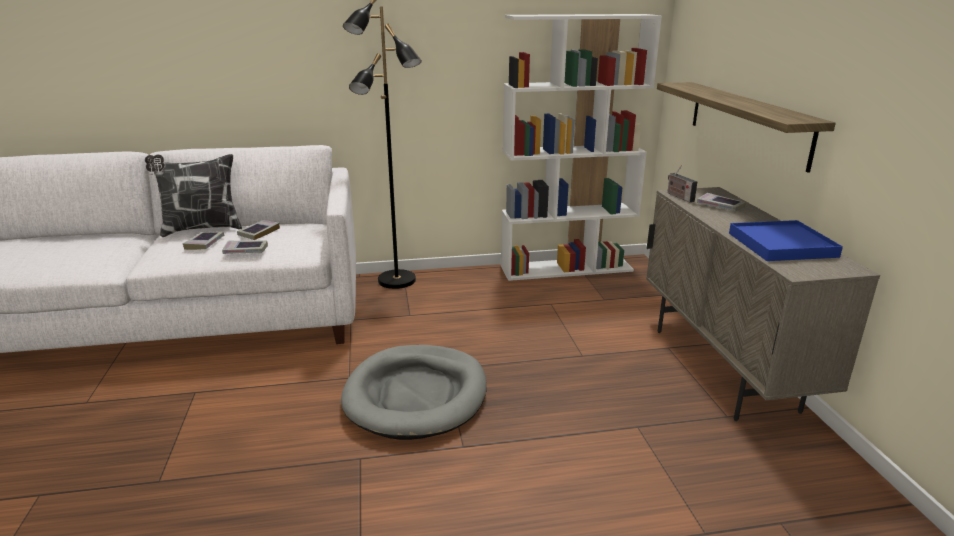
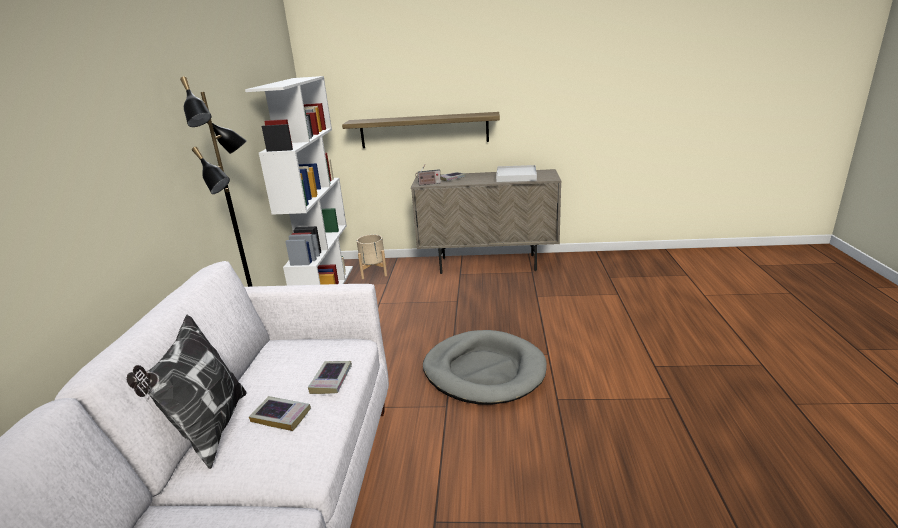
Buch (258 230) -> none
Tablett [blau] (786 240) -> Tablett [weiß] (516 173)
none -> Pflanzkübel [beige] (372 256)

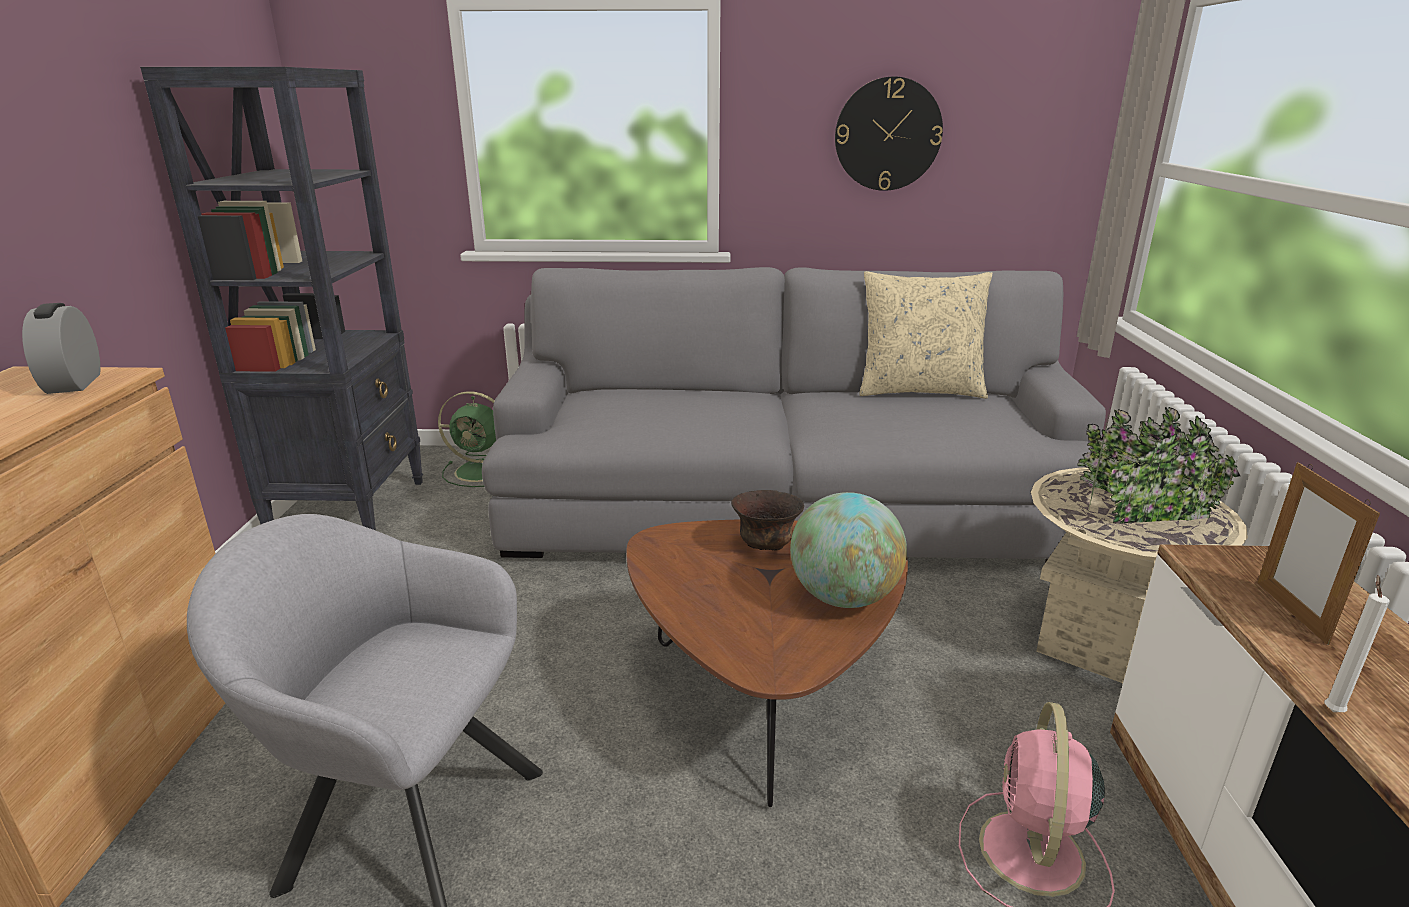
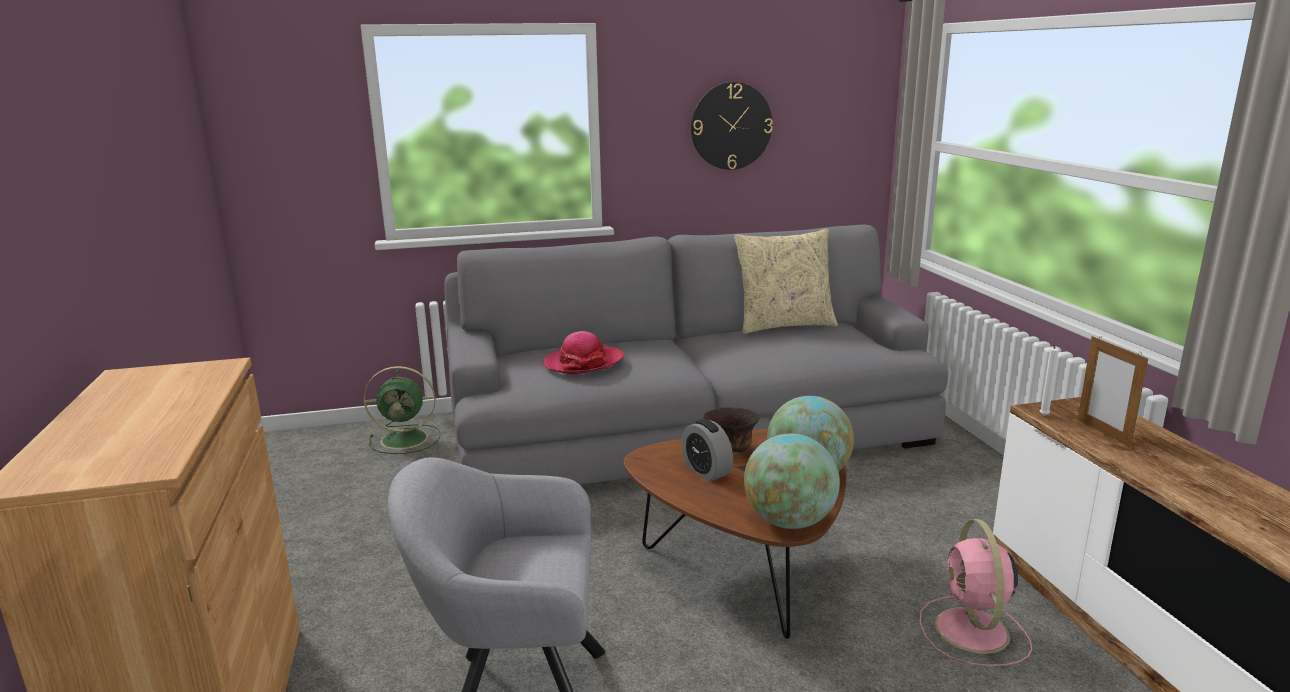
Bücherregal [schwarz] (281 298) -> none
Wecker (61 348) -> Wecker (707 450), move
Pflanzkübel [beige] (1139 545) -> none
Kerze [weiß] (1357 643) -> Kerze [weiß] (1049 377), move
none -> Hut (583 352)
none -> Globus (792 481)

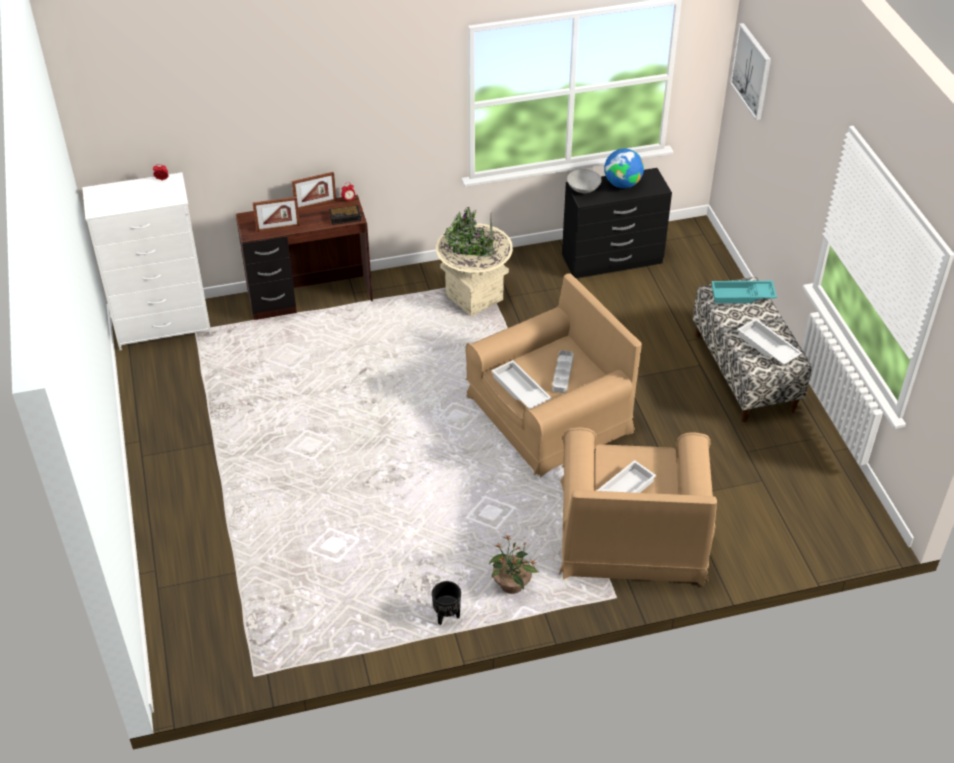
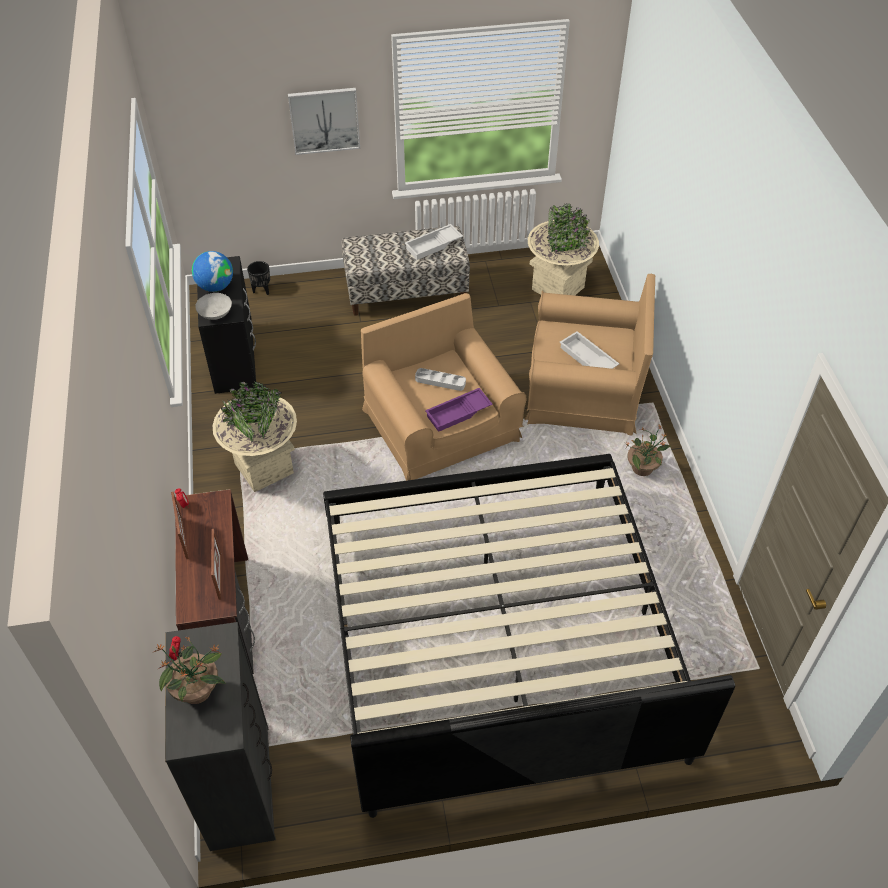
Bild (750 71) -> Bild (324 121), move
Kommode [weiß] (146 261) -> Kommode [schwarz] (220 736)
Wecker (345 215) -> none
Tablett [türkis] (744 292) -> none
Tablett [weiß] (521 384) -> Tablett [lila] (459 410)
Pflanzkübel [schwarz] (446 603) -> Pflanzkübel [schwarz] (258 278), move
none -> Pflanzkübel [beige] (563 249)
none -> Bett (529 636)
none -> Topfpflanze (190 670)

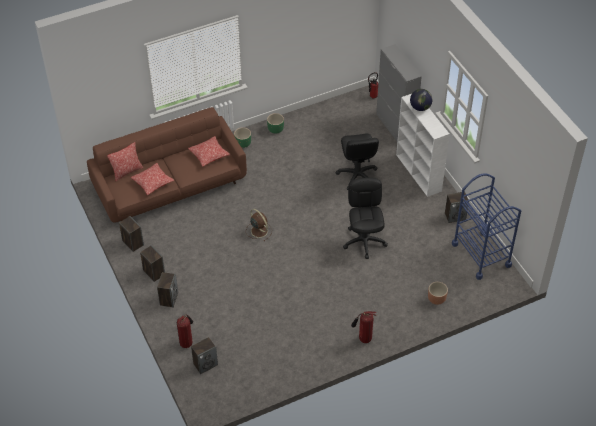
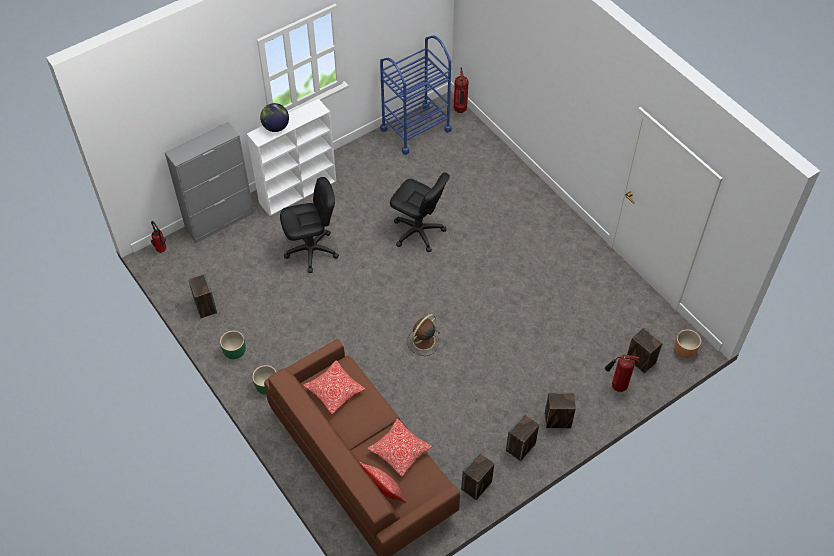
Bürostuhl [schwarz] (365 218) -> Bürostuhl [schwarz] (420 212), 135 degrees counterclockwise
Lautsprecher (456 207) -> Lautsprecher (202 296), move
Pflanzkübel [braun] (438 293) -> Pflanzkübel [braun] (687 343), move
Feuerlöscher (363 327) -> Feuerlöscher (461 90), move

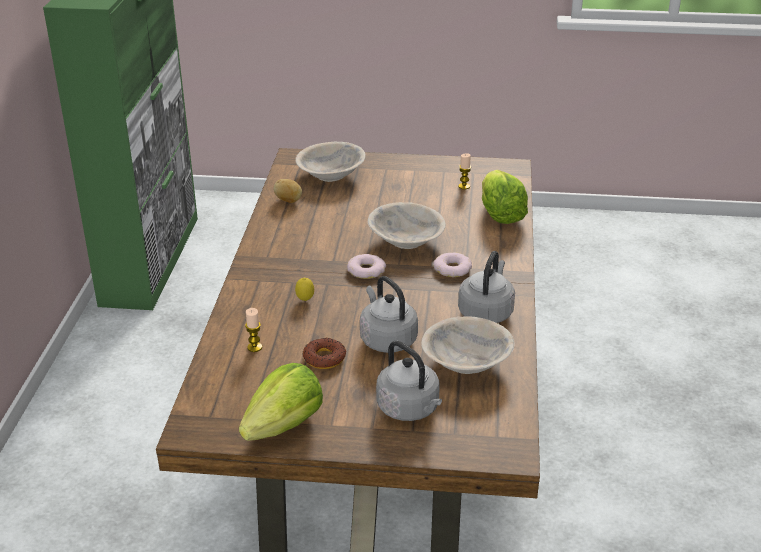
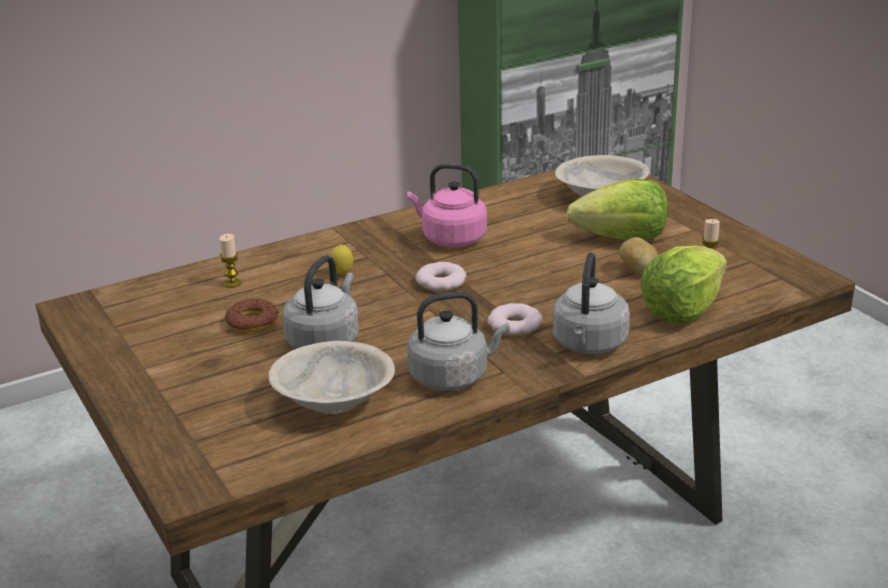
Kartoffel (288 191) -> Kartoffel (638 256), move
Schüssel [beige] (407 225) -> none
Wasserkessel [grau] (409 381) -> Wasserkessel [grau] (591 303), move
Salatkopf (281 402) -> Salatkopf (617 209), move
none -> Wasserkessel [rosa] (447 205)

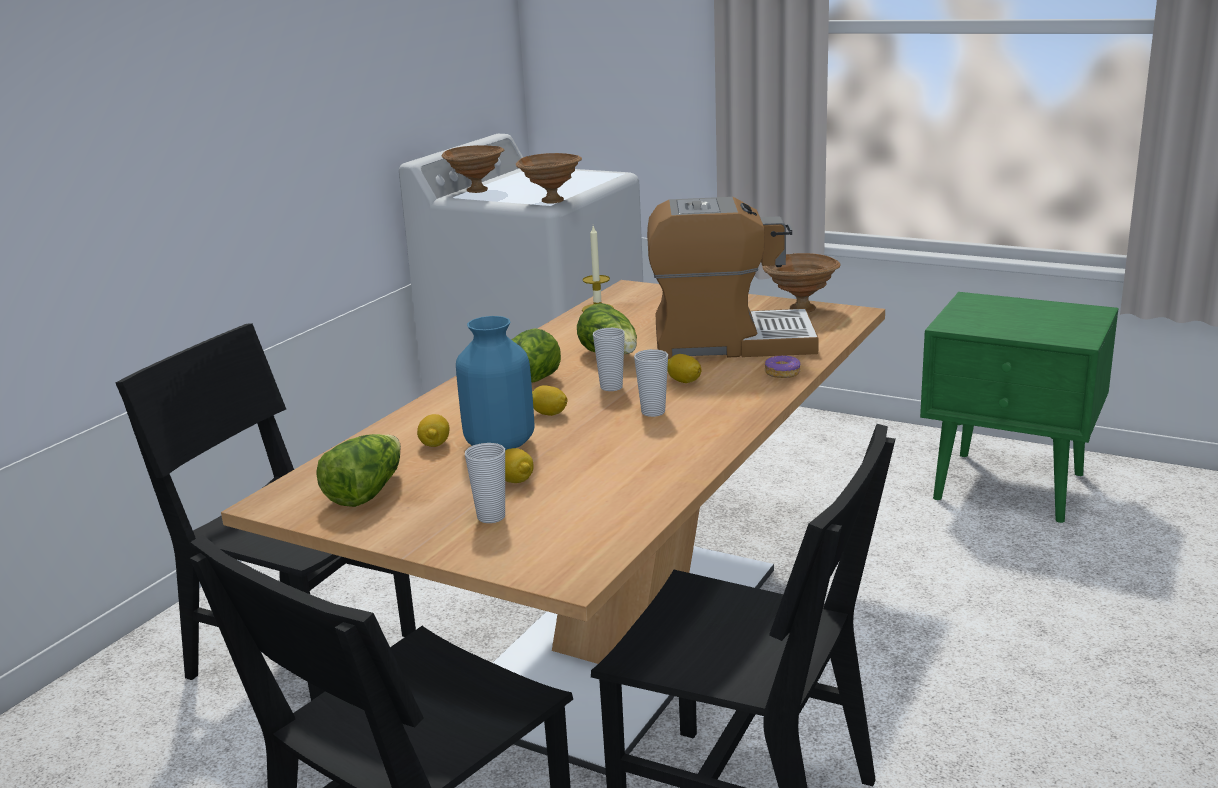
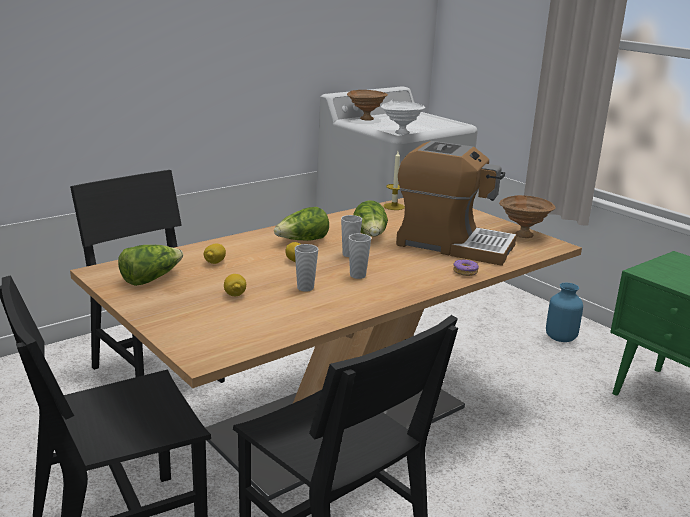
Schüssel [braun] (549 178) -> Schüssel [weiß] (403 118)
Vase [blau] (495 383) -> Vase [blau] (564 312), move
Zitrone (684 368) -> none
Tasse (485 483) -> Tasse (306 267), move

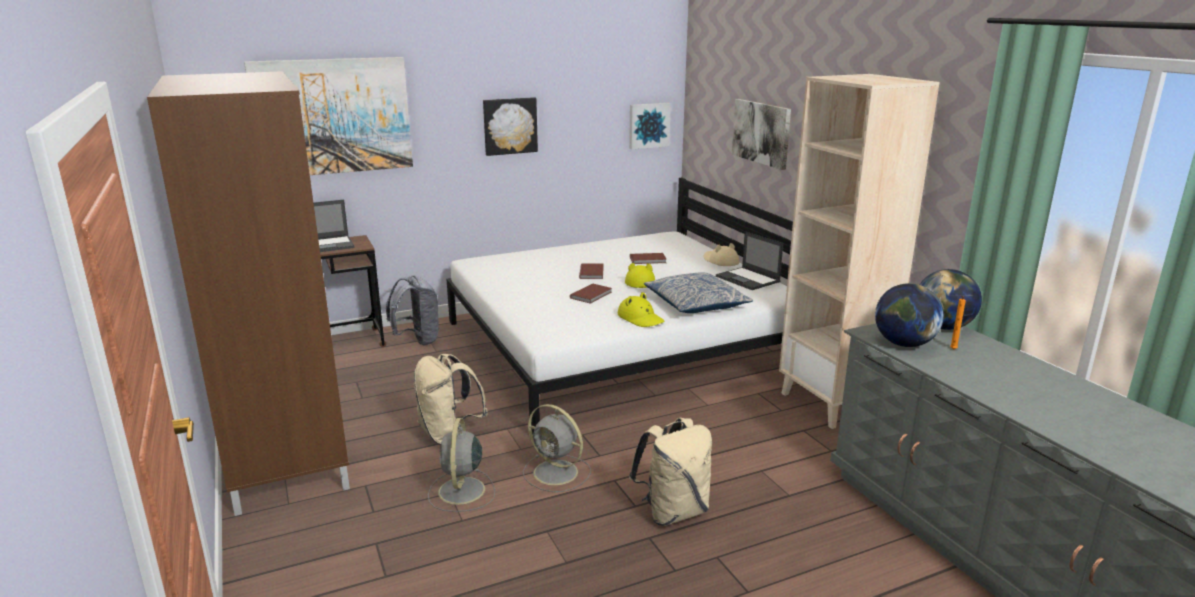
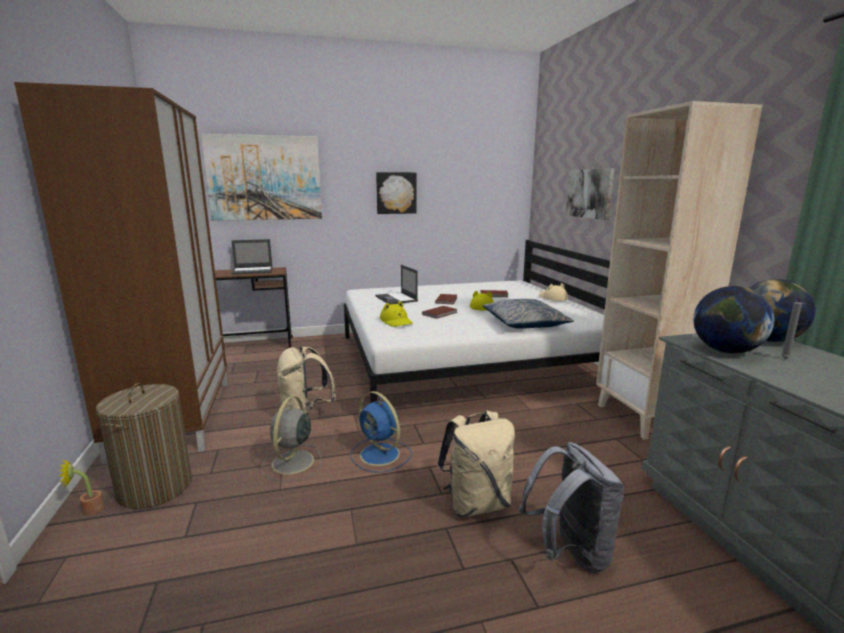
Bild (650 126) -> none
Laptop (749 260) -> Laptop (397 285), move
Rucksack [grau] (413 310) -> Rucksack [grau] (572 507), move
Hut [gelb] (641 309) -> Hut [gelb] (396 314), move
Kerze [orange] (958 323) -> Kerze [grau] (791 328)
Ventilator [grau] (557 448) -> Ventilator [blau] (381 432)
none -> Wäschekorb (144 446)
none -> Topfpflanze (81 487)

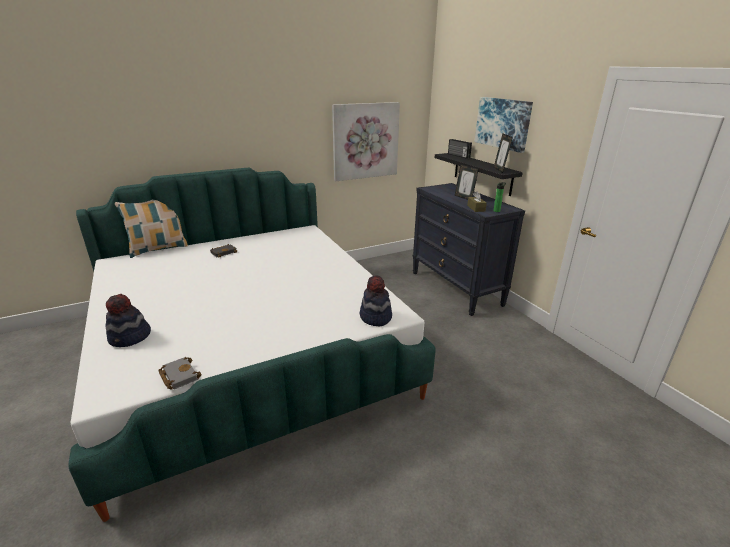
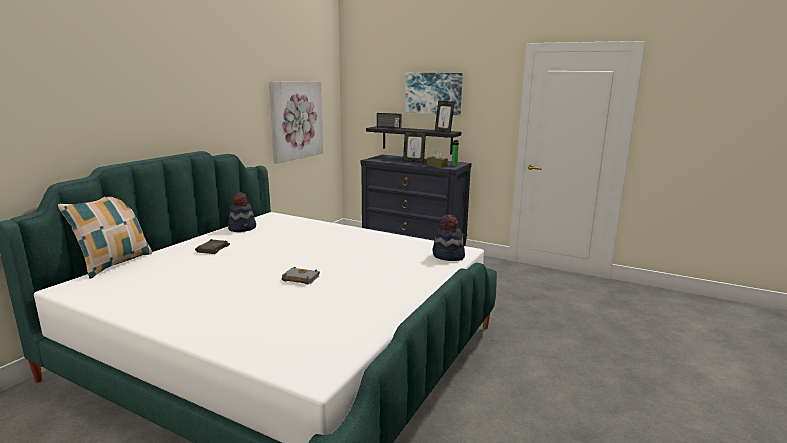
Hut (128 320) -> Hut (242 212), move
Buch [grau] (180 373) -> Buch [grau] (301 276), move

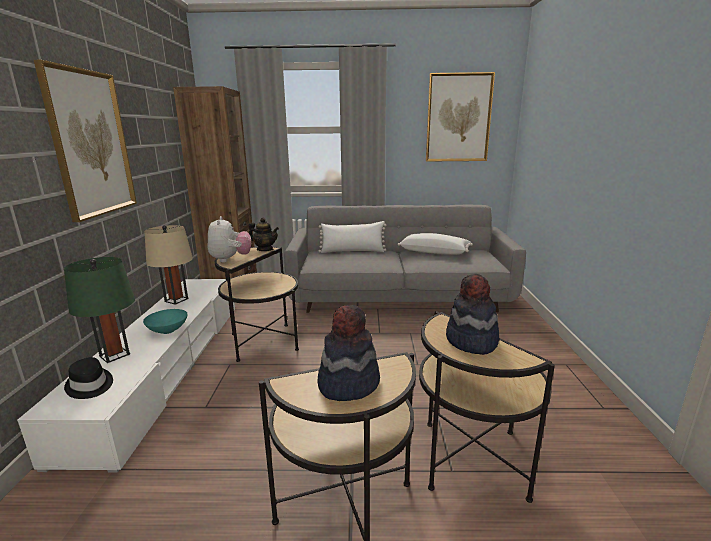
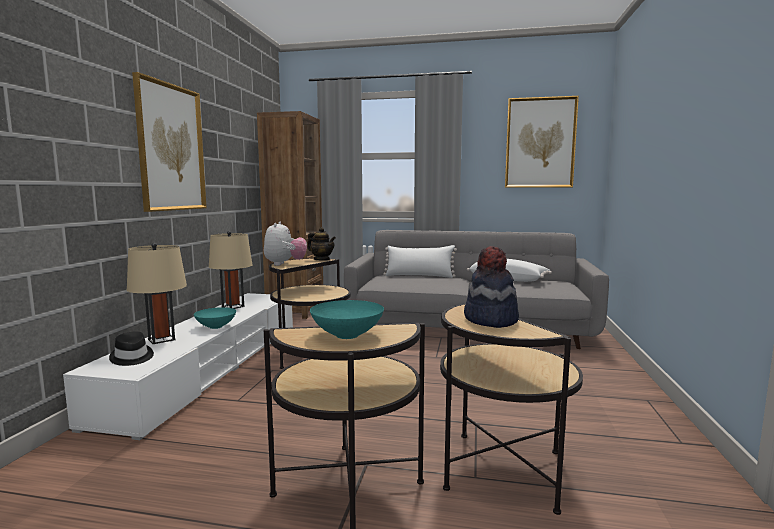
Tischlampe [grün] (99 310) -> Tischlampe [beige] (157 293)
Hut (348 353) -> Schüssel [türkis] (347 319)

